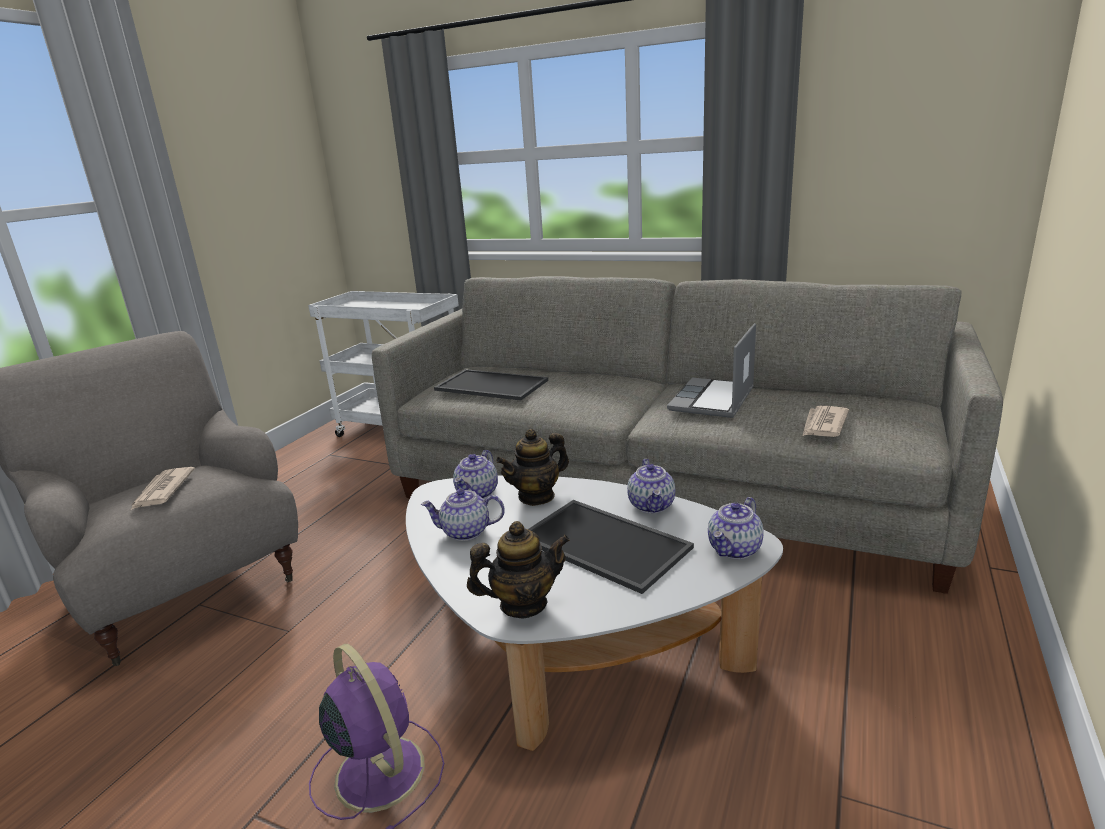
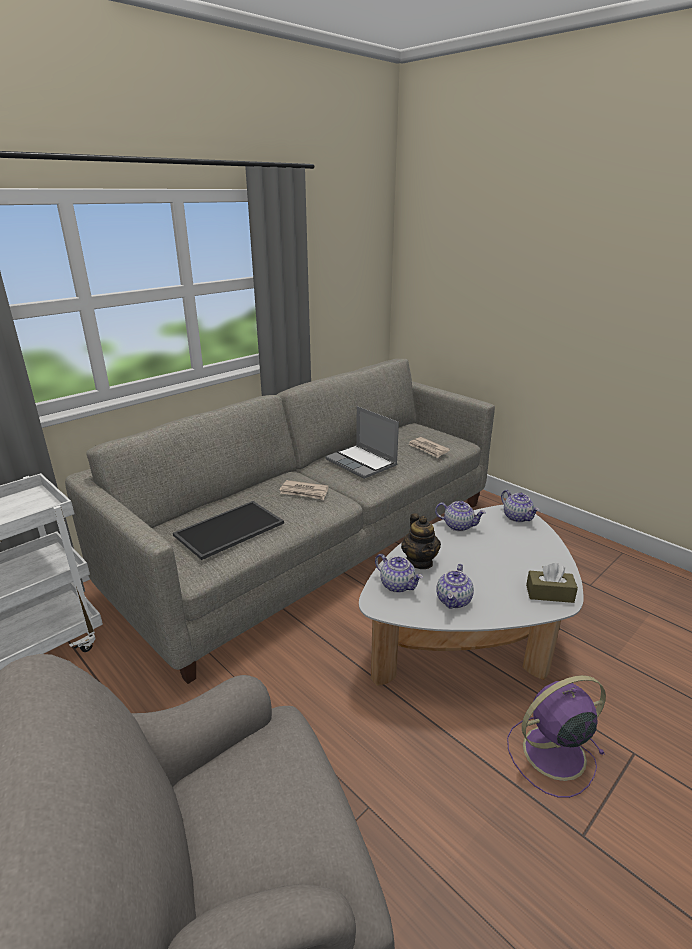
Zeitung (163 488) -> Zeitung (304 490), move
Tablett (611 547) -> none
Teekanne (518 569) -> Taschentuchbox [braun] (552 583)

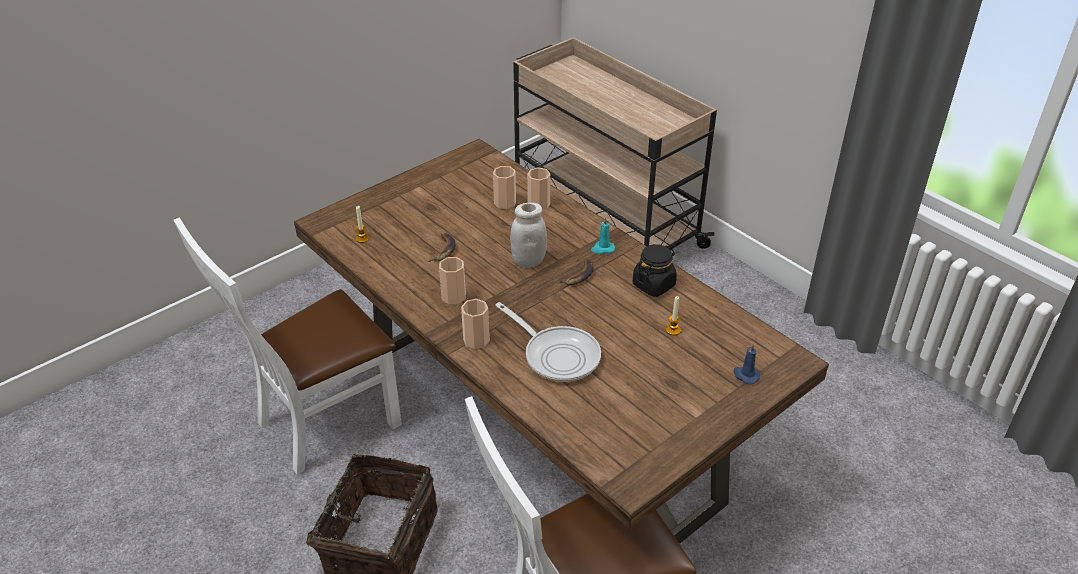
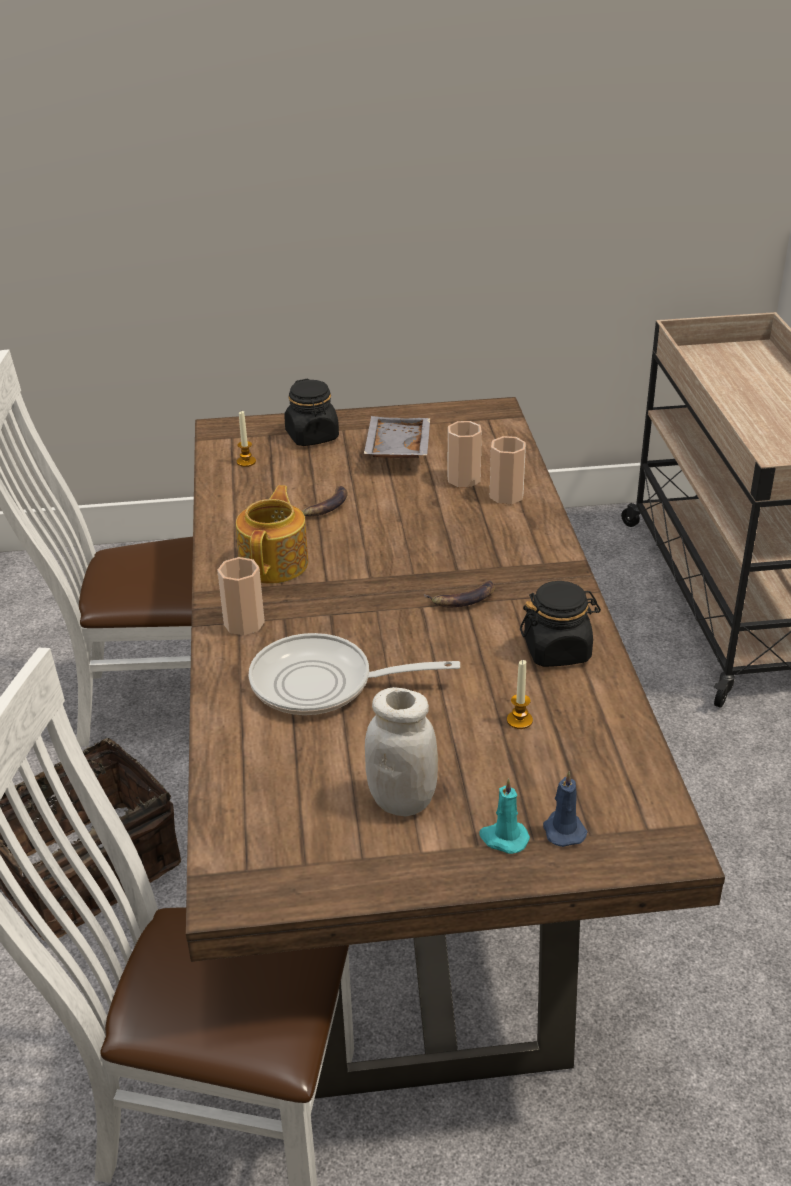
Vorratsglas [weiß] (528 235) -> Vorratsglas [weiß] (401 751), move
Kerze [türkis] (603 235) -> Kerze [türkis] (504 816), move
Tasse (452 280) -> Teekanne (272 534)
Pfanne (548 342) -> Pfanne (354 674), 105 degrees clockwise
none -> Vorratsglas [schwarz] (311 412)
none -> Tablett [grau] (397 437)

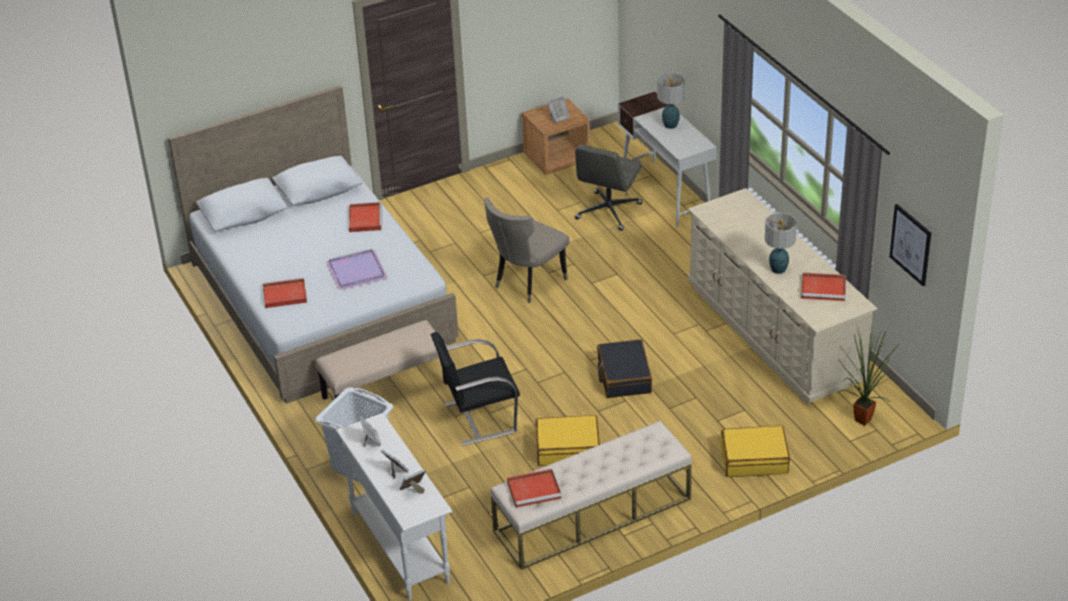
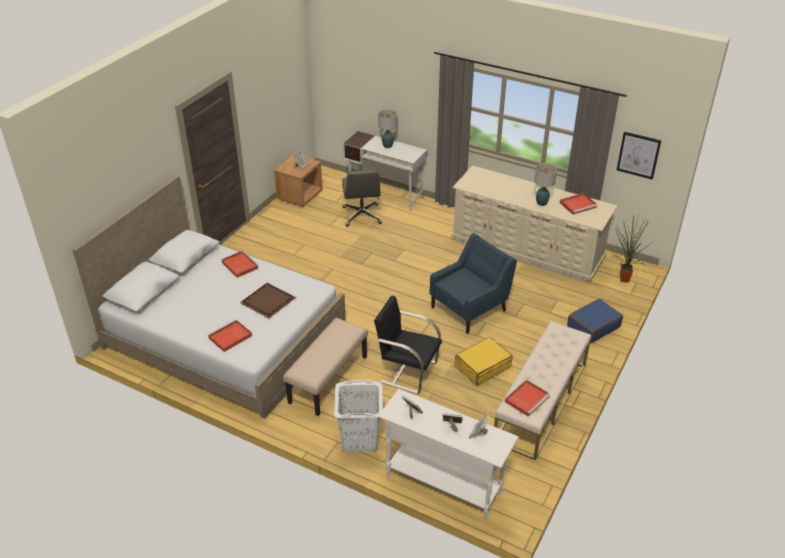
Stuhl [beige] (526 250) -> none
Tablett [lila] (357 269) -> Tablett [braun] (268 300)
Stuhl [schwarz] (475 389) -> Stuhl [schwarz] (408 345), 75 degrees clockwise
Koffer [schwarz] (624 368) -> Sessel [blau] (473 283)
Koffer [gelb] (755 451) -> Koffer [blau] (595 321)

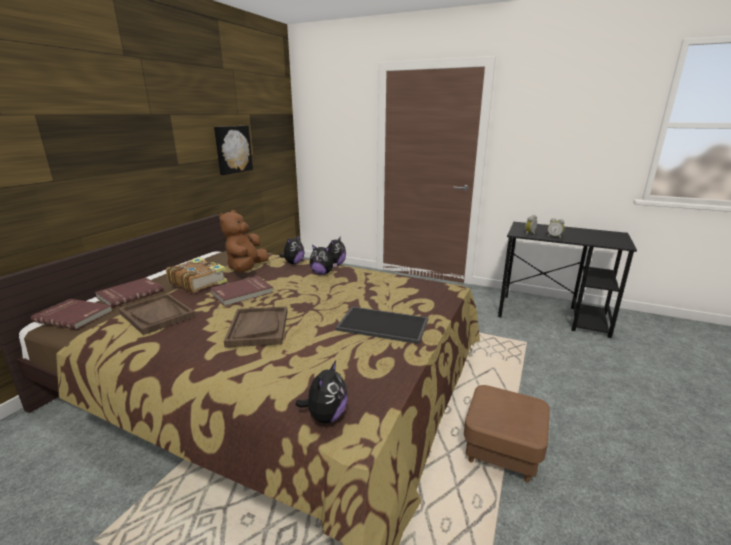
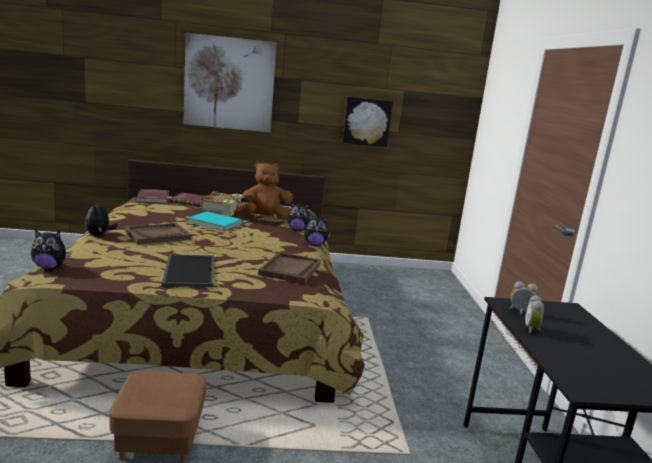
Plüschtier (323 259) -> Plüschtier (101 219), move
Buch [rot] (241 291) -> Buch [türkis] (215 221)
Tablett [braun] (157 314) -> Tablett [braun] (289 268), move
none -> Bild (230 82)

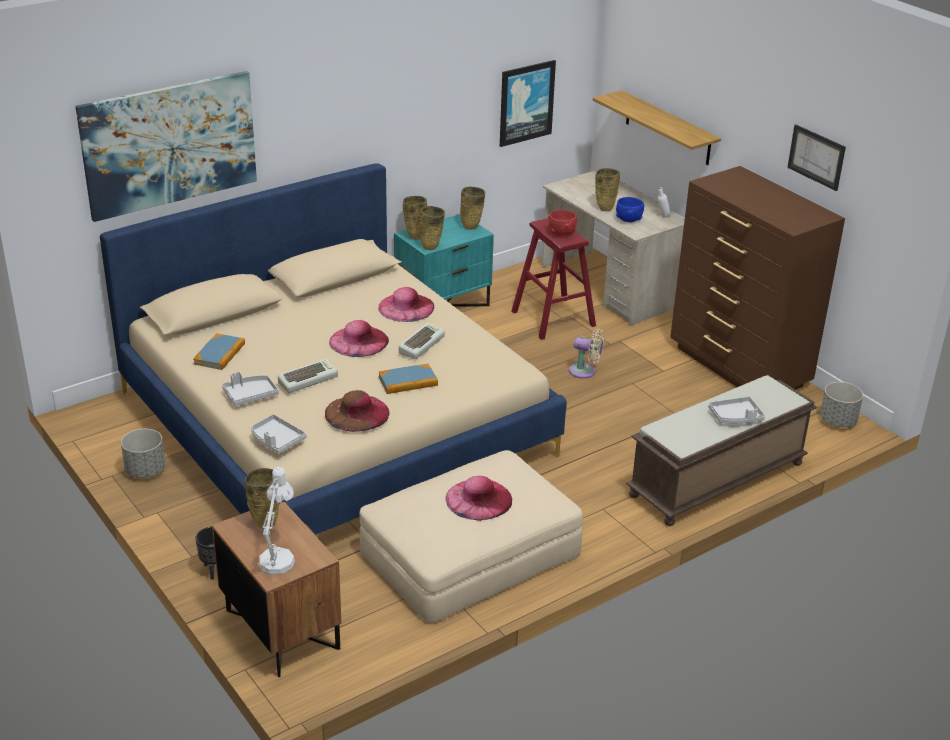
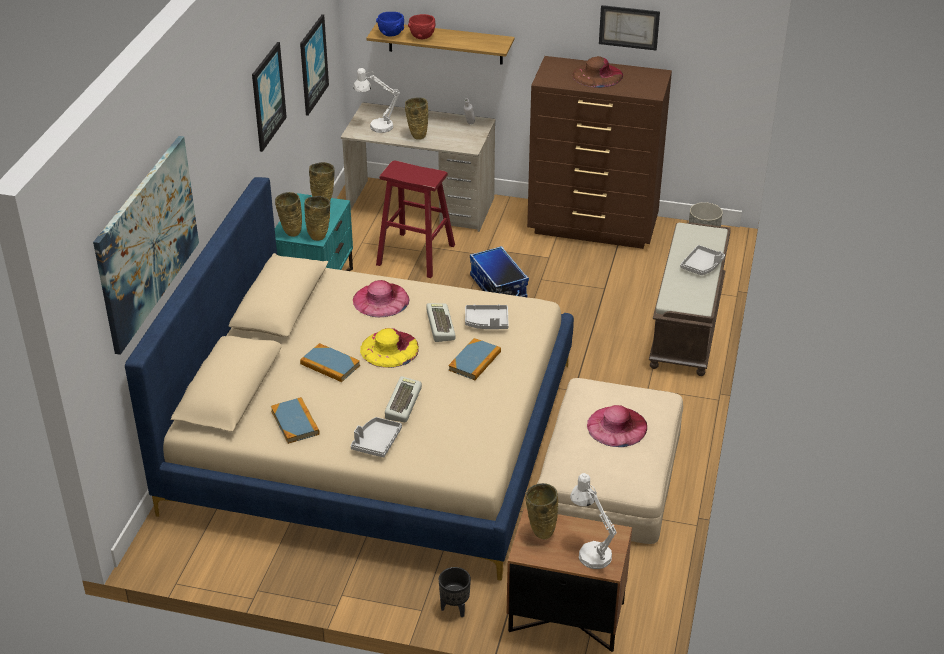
Schüssel [blau] (630 209) -> Schüssel [blau] (390 24), move
Schüssel [rot] (562 223) -> Schüssel [rot] (421 26), move
Hut [rosa] (359 338) -> Hut [gelb] (389 348)
Ventilator [beige] (586 354) -> Aufbewahrungsbox (499 272)
Hut [braun] (357 411) -> Hut [braun] (597 72), move
Tablett [grau] (278 434) -> Tablett [grau] (487 317), move
Pflanzkübel [grau] (143 453) -> none
none -> Bild (269 97)
none -> Tischlampe [weiß] (376 100)
none -> Buch (330 362)

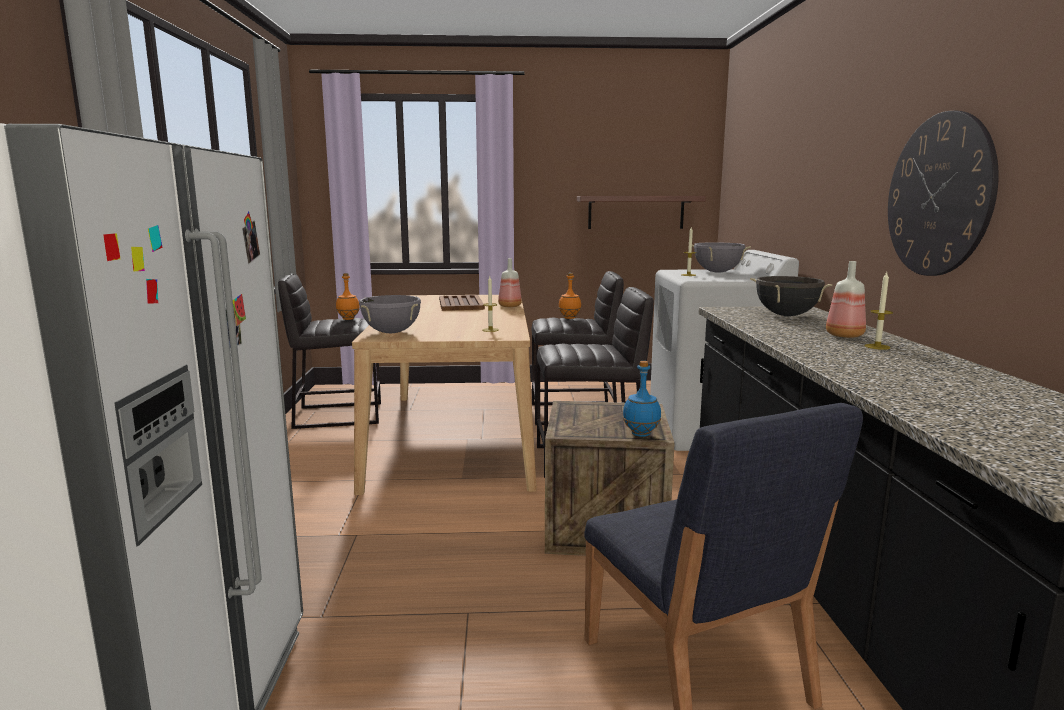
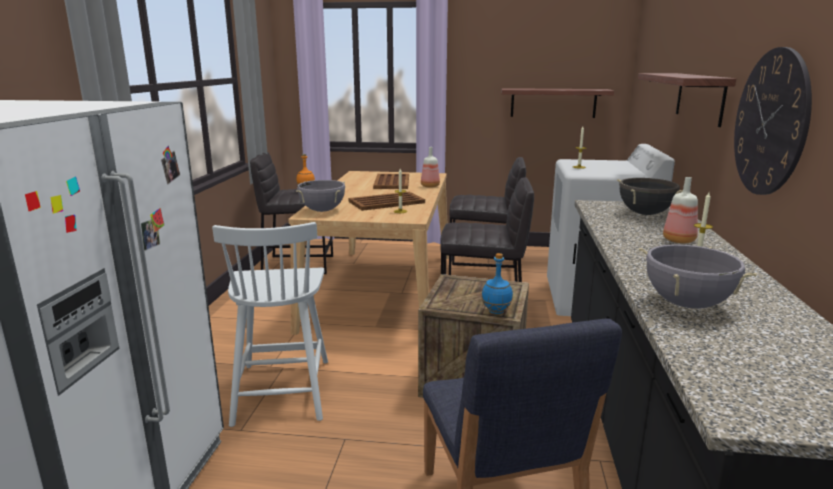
Kochtopf [grau] (721 257) -> Kochtopf [grau] (698 276), move
Flasche [orange] (569 296) -> none
none -> Wandregal (687 100)
none -> Tablett [braun] (386 201)
none -> Stuhl [weiß] (270 324)

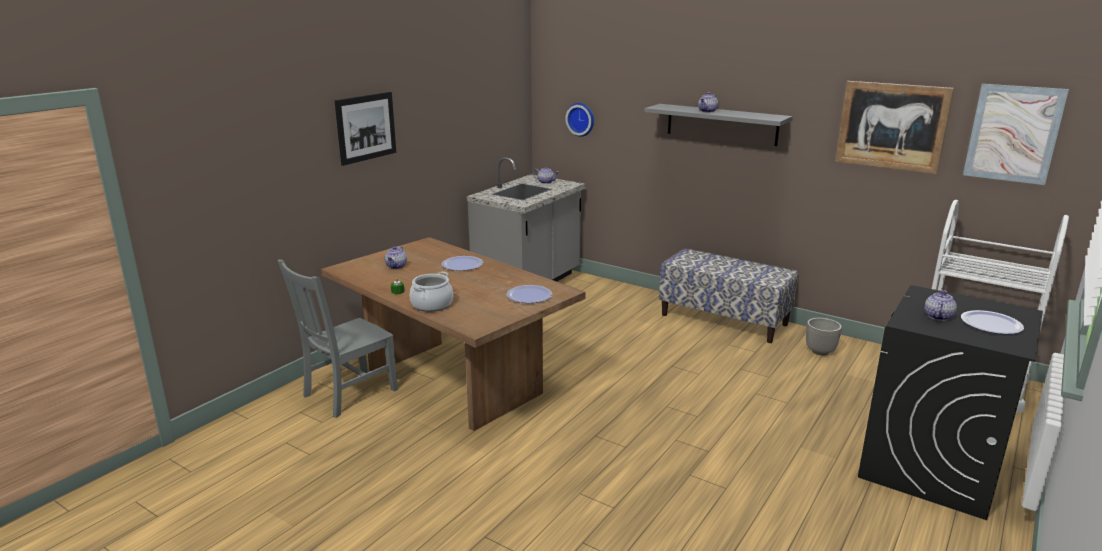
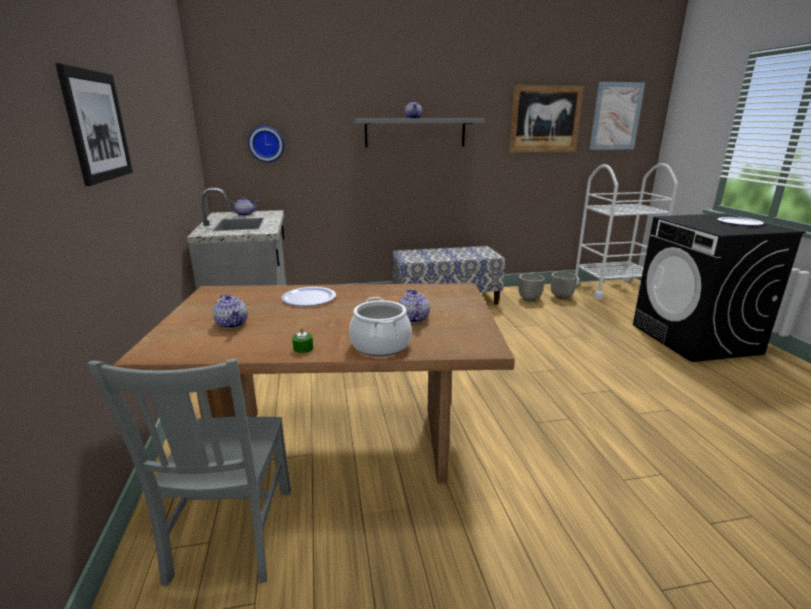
Teller (529 294) -> none
Teekanne (940 305) -> Teekanne (414 306), move
none -> Pflanzkübel (564 285)

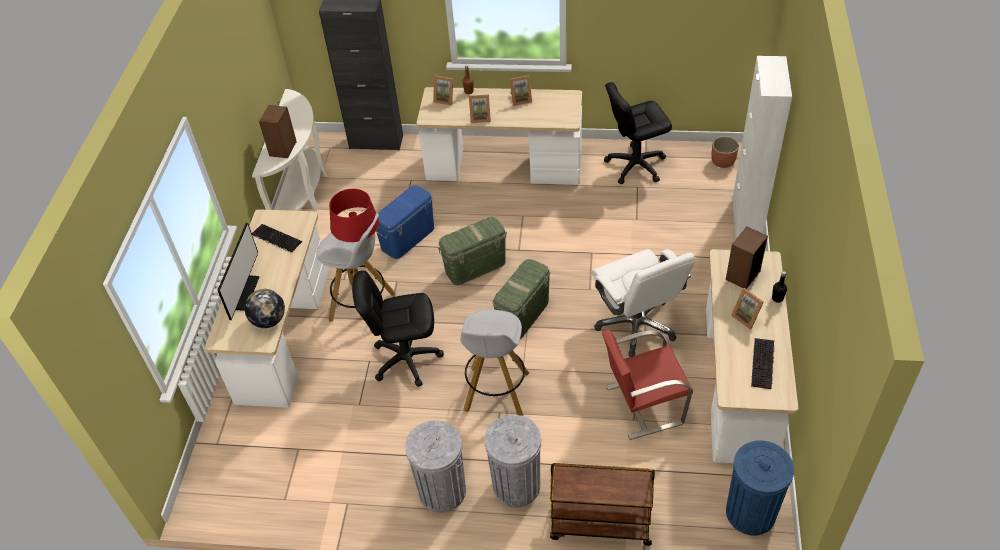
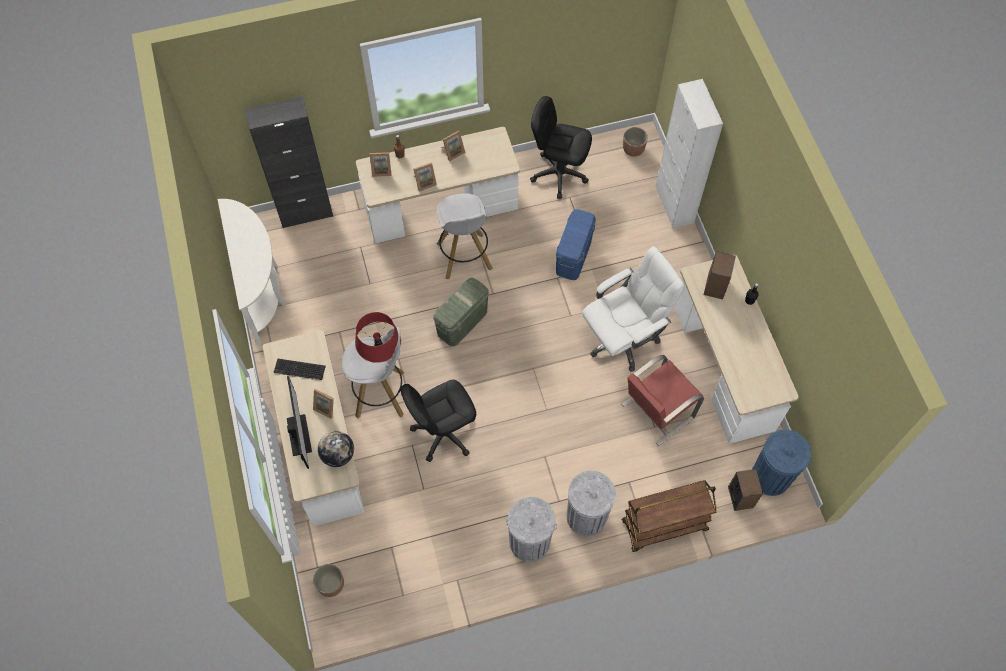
Bürostuhl [schwarz] (638 133) -> Bürostuhl [schwarz] (561 147), 60 degrees clockwise
Lautsprecher (278 131) -> Lautsprecher (745 490), move
Aufbewahrungsbox [blau] (405 222) -> Aufbewahrungsbox [blau] (576 244), move
Bürostuhl [weiß] (643 303) -> Bürostuhl [weiß] (633 308), 75 degrees counterclockwise
Aufbewahrungsbox [grün] (521 299) -> none
Bilderrahmen (747 308) -> Bilderrahmen (323 404), move
Hocker [weiß] (494 363) -> Hocker [weiß] (465 236), move
Tastatur (763 363) -> none
none -> Pflanzkübel (328 580)

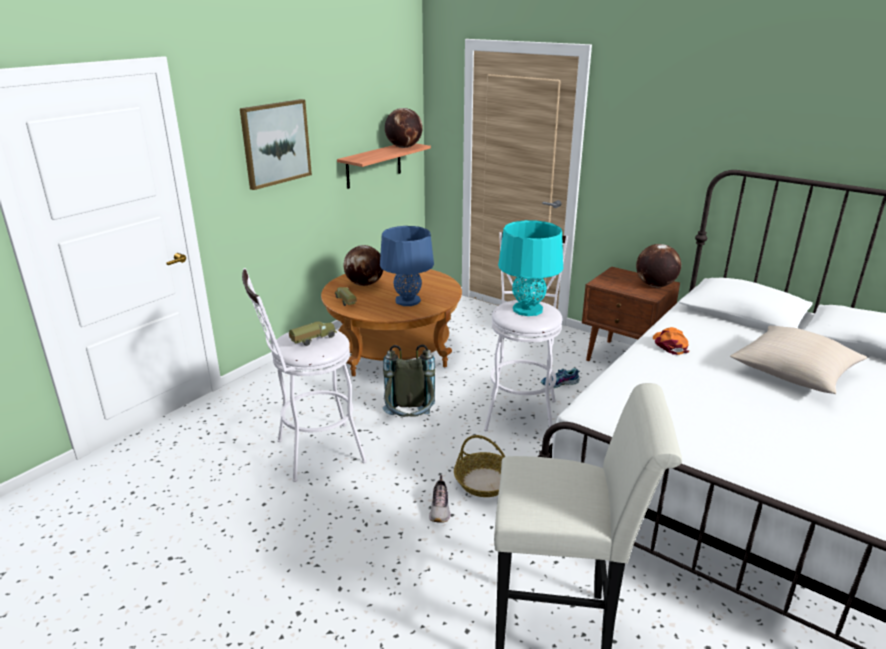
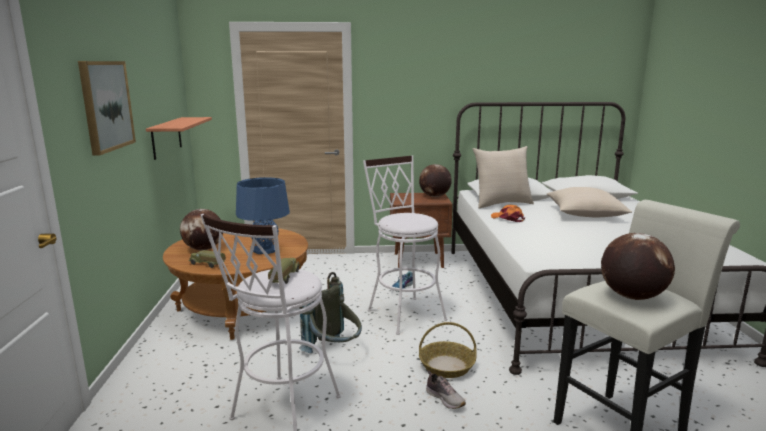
Globus (404 128) -> Globus (638 266), move
Tischlampe [türkis] (530 268) -> none
none -> Kissen [beige] (503 177)

